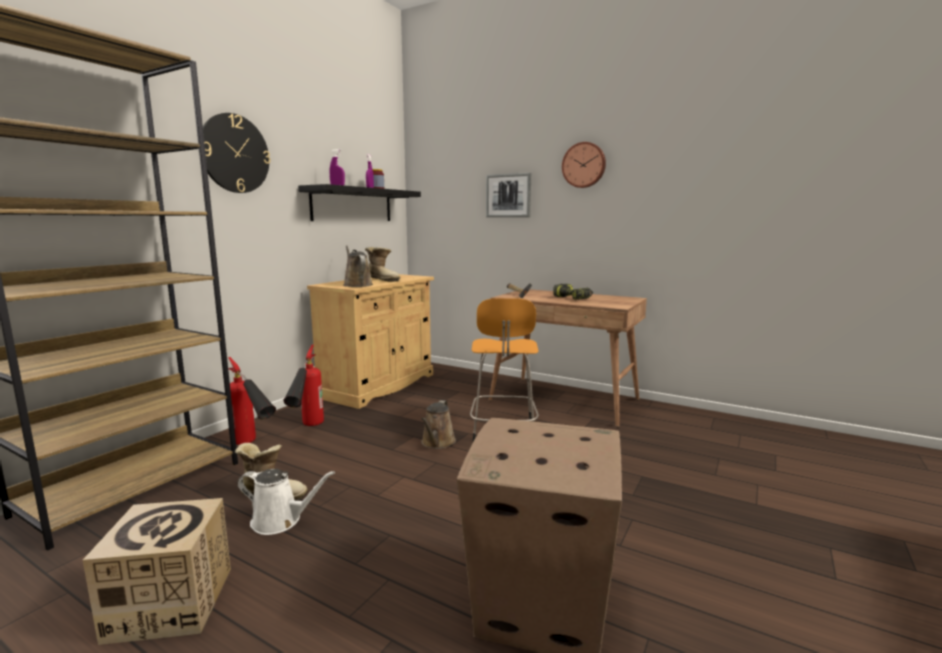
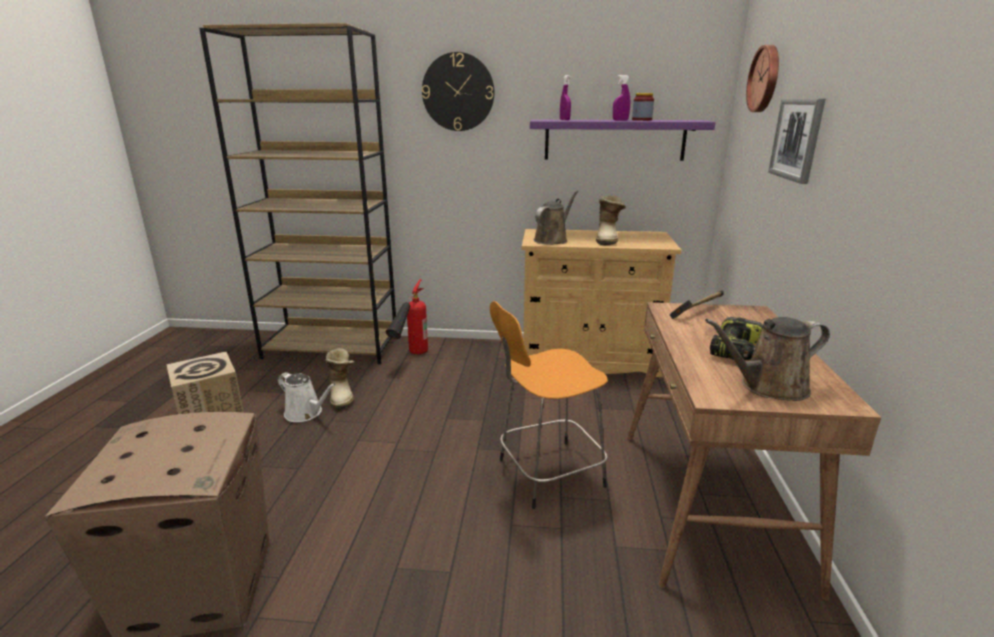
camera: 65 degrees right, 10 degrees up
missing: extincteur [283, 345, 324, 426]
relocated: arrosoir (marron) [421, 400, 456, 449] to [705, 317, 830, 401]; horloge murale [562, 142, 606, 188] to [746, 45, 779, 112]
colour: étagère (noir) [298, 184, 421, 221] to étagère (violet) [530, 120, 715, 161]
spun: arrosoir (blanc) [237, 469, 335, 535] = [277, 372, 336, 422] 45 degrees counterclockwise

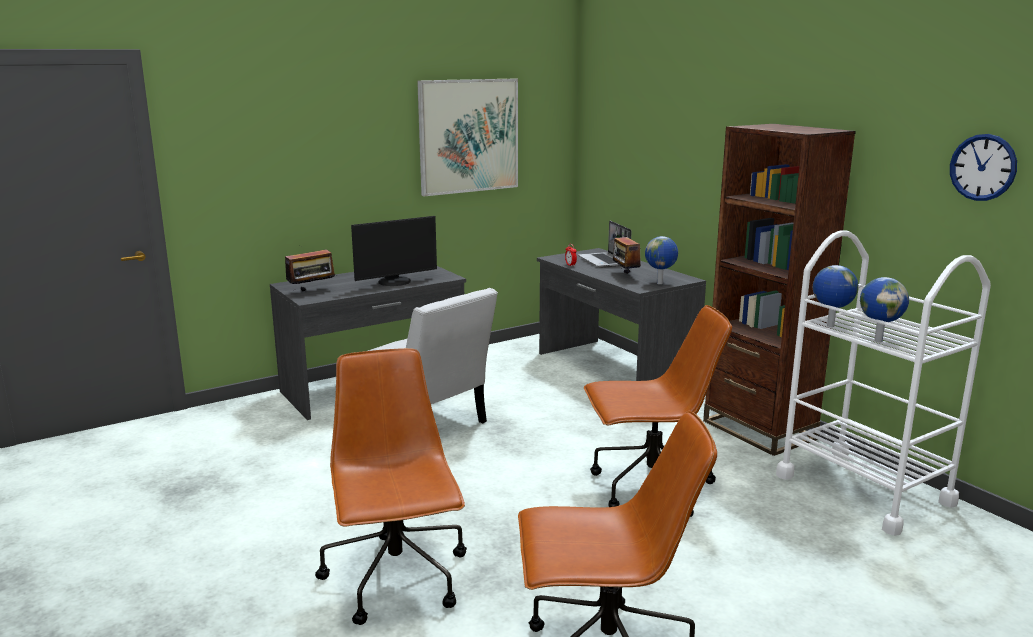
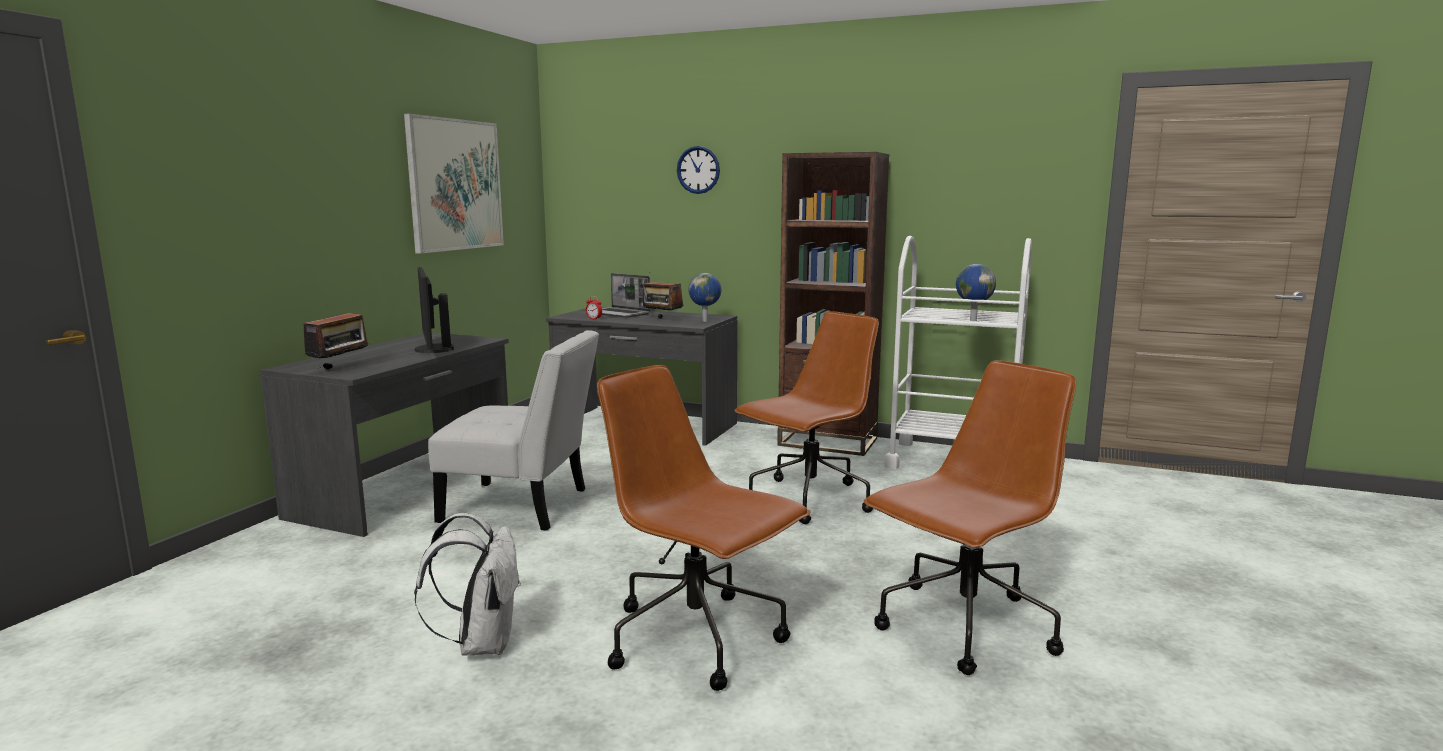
camera: 35 degrees left, 5 degrees down
missing: globe [813, 265, 858, 327]
appeared: sac à dos (blanc) [414, 513, 521, 656]
relocated: horloge murale [950, 134, 1017, 201] to [677, 146, 720, 194]
spun: écran d'ordinateur [351, 216, 437, 286] = [414, 267, 454, 353] 135 degrees clockwise

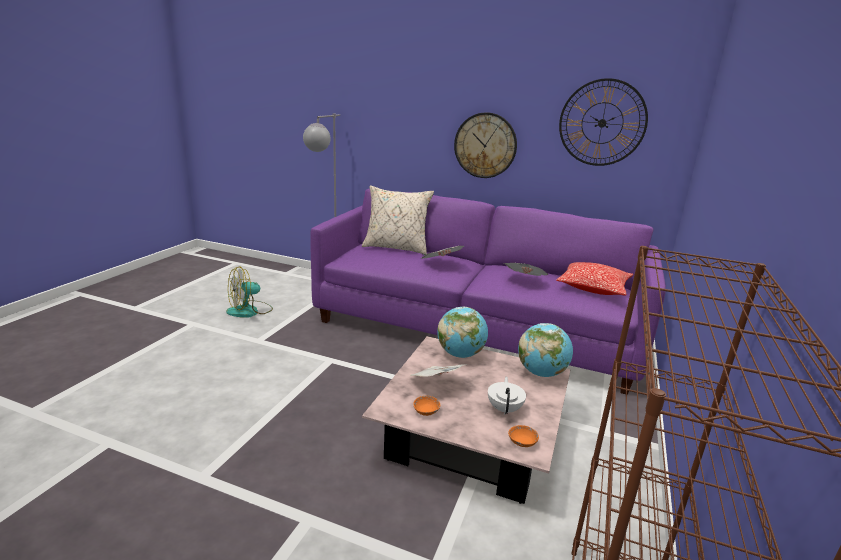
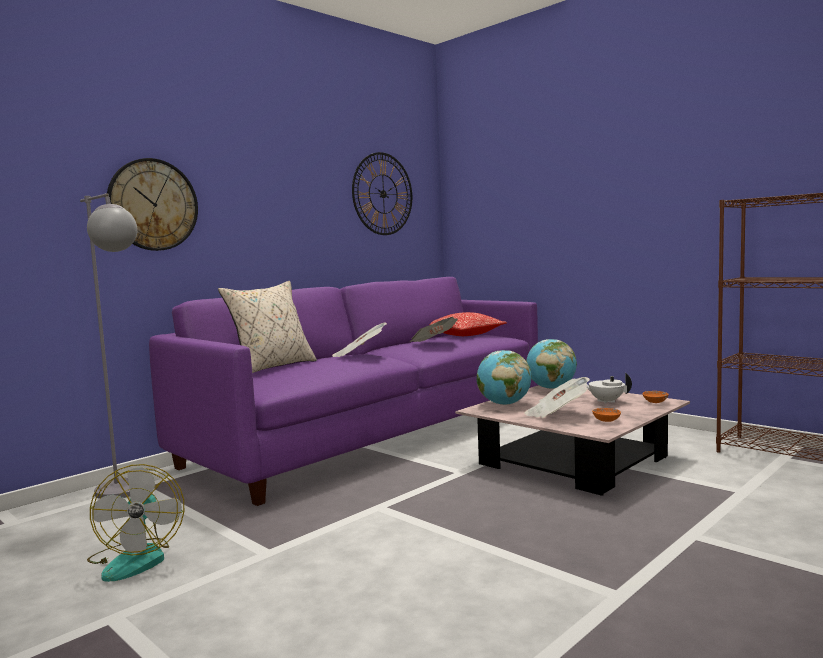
camera: 65 degrees left, 15 degrees down
relocated: horloge murale [454, 112, 517, 178] to [107, 158, 198, 251]

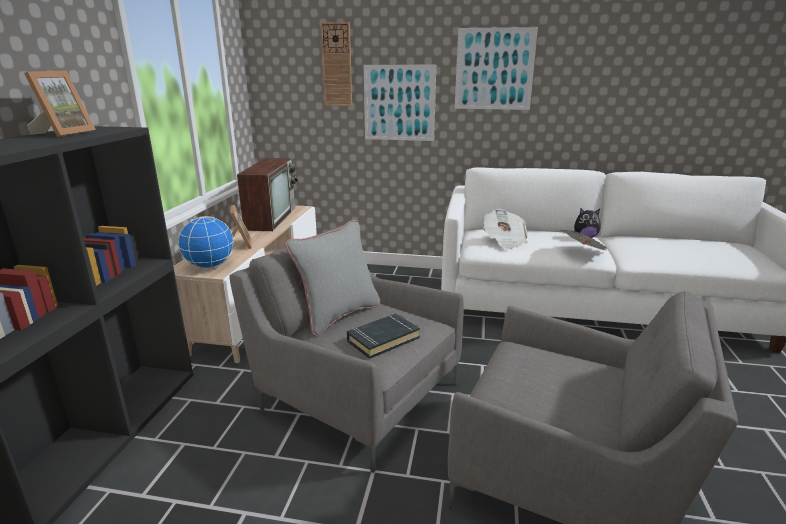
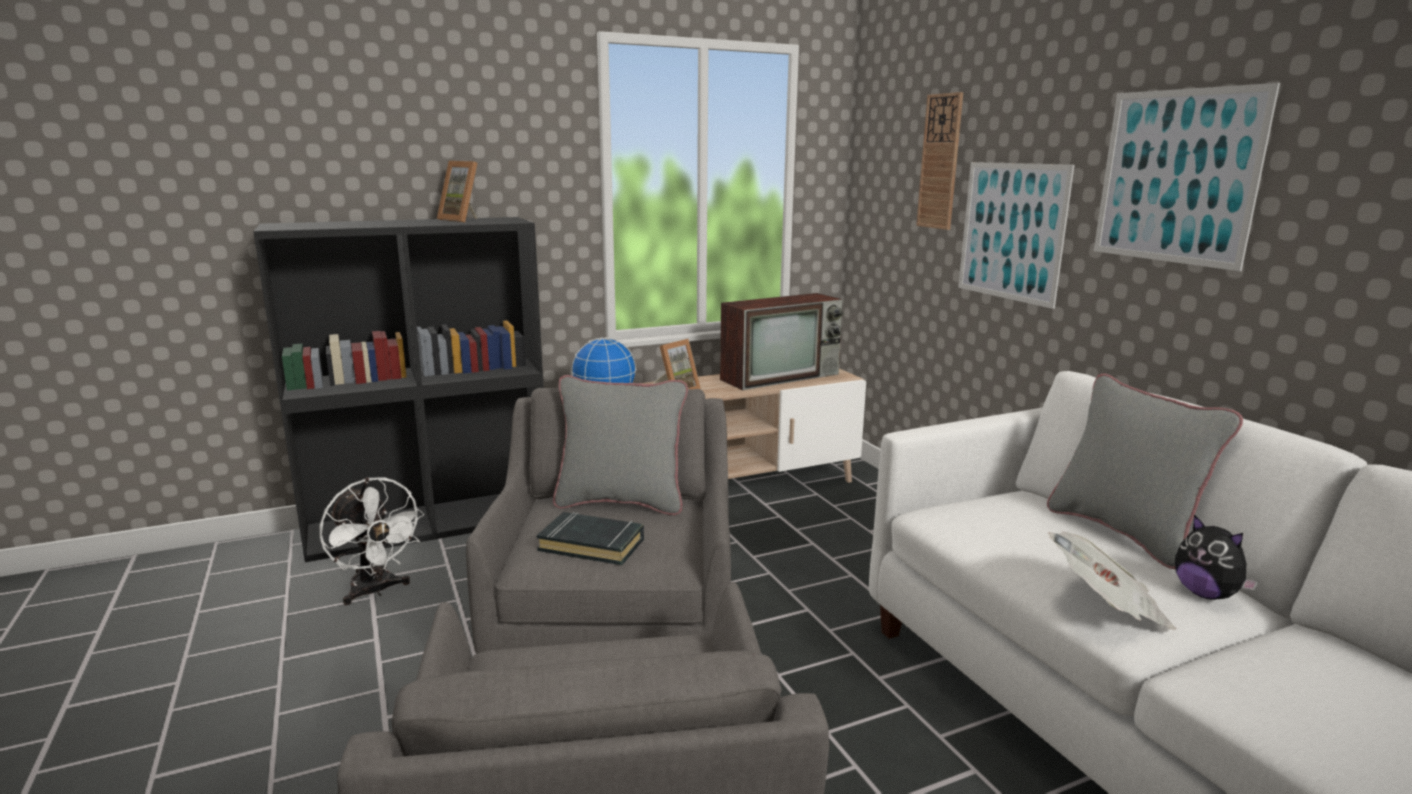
camera: 55 degrees right, 5 degrees down
missing: journal [483, 209, 528, 249]
appeared: ventilateur (blanc) [319, 477, 424, 605]; coussin (gris) [1047, 374, 1243, 569]
spun: cadre photo [24, 71, 96, 137] = [437, 161, 478, 222] 60 degrees clockwise

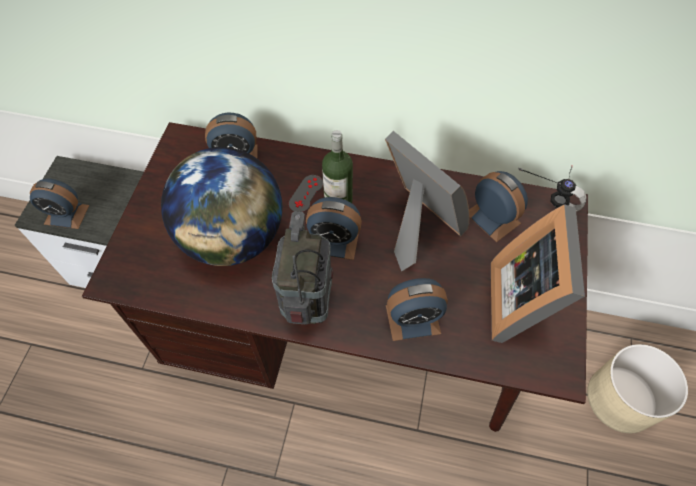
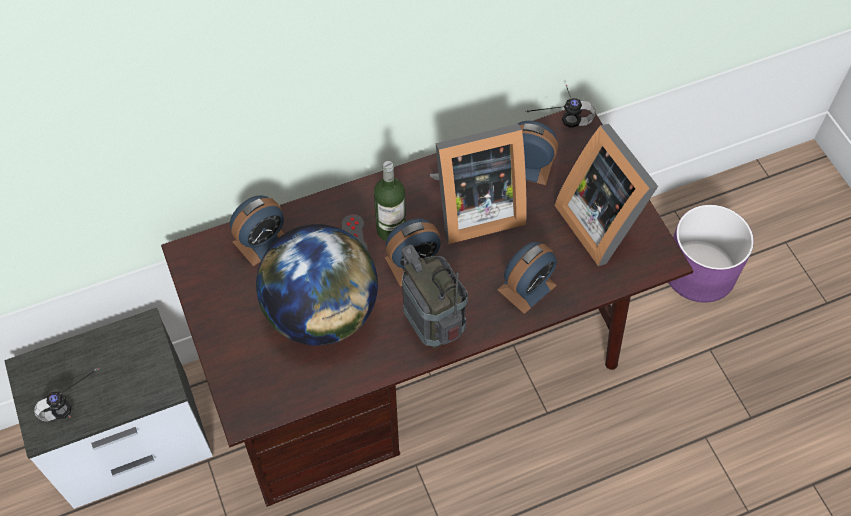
camera: 35 degrees left, 0 degrees up
exchanged: réveil [30, 178, 89, 229] to casque audio [34, 367, 99, 421]
colour: cache-pot (beige) [587, 344, 688, 433] to cache-pot (violet) [668, 205, 754, 303]
spun: cadre photo [385, 131, 469, 271] = [430, 124, 527, 244] 150 degrees clockwise

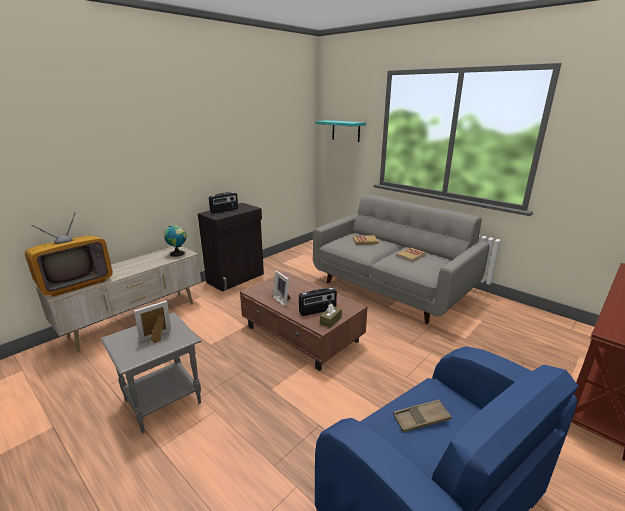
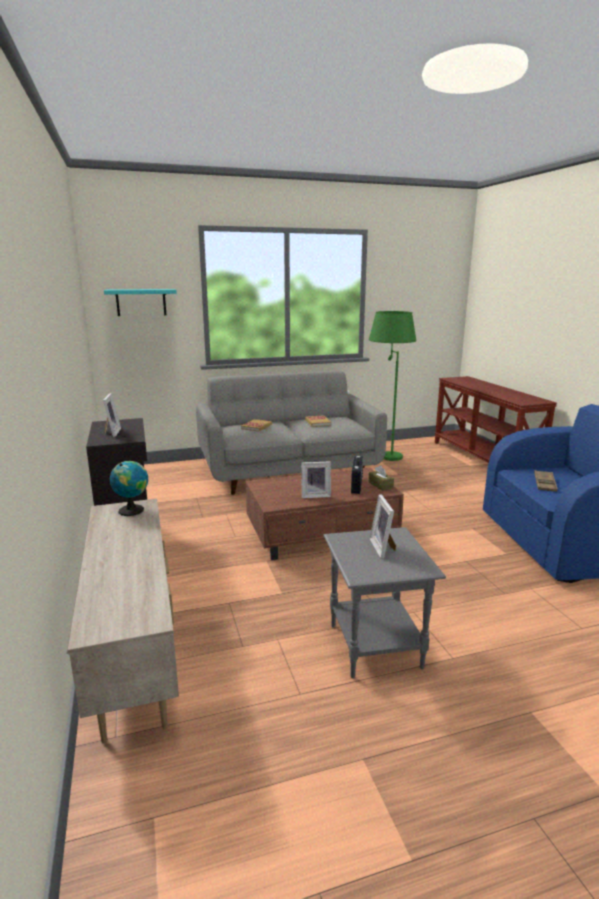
camera: 60 degrees left, 5 degrees down
missing: téléviseur [25, 212, 113, 297]
appeared: lampadaire (vert) [369, 311, 416, 461]
exchanged: radio [209, 192, 238, 214] to cadre photo [103, 393, 121, 437]

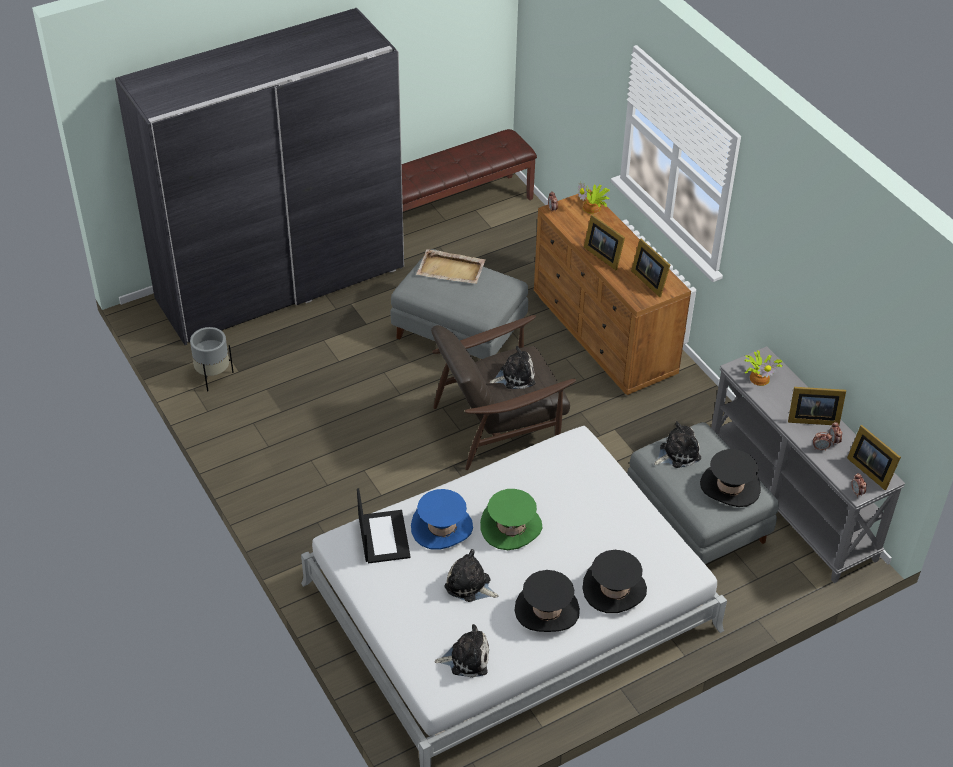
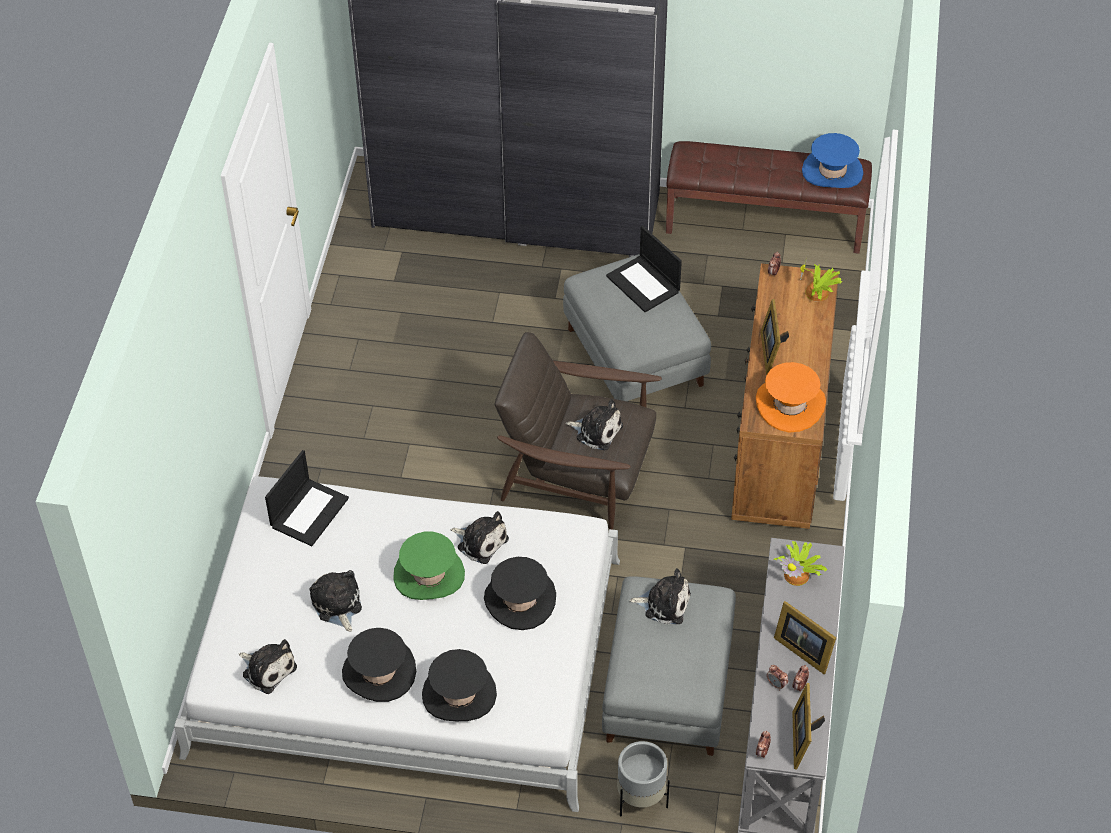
camera: 40 degrees right, 5 degrees up
appeared: peluche [450, 511, 509, 564]
relocated: chapeau (noir) [700, 449, 761, 507] to [484, 557, 556, 630]; cache-pot (gris) [190, 327, 234, 391] to [617, 741, 670, 816]; chapeau (bleu) [411, 489, 473, 550] to [802, 133, 863, 188]
exchanged: plateau (beige) [416, 249, 486, 284] to ordinateur portable [606, 226, 682, 312]; cadre photo [631, 239, 670, 297] to chapeau (orange) [756, 362, 826, 433]

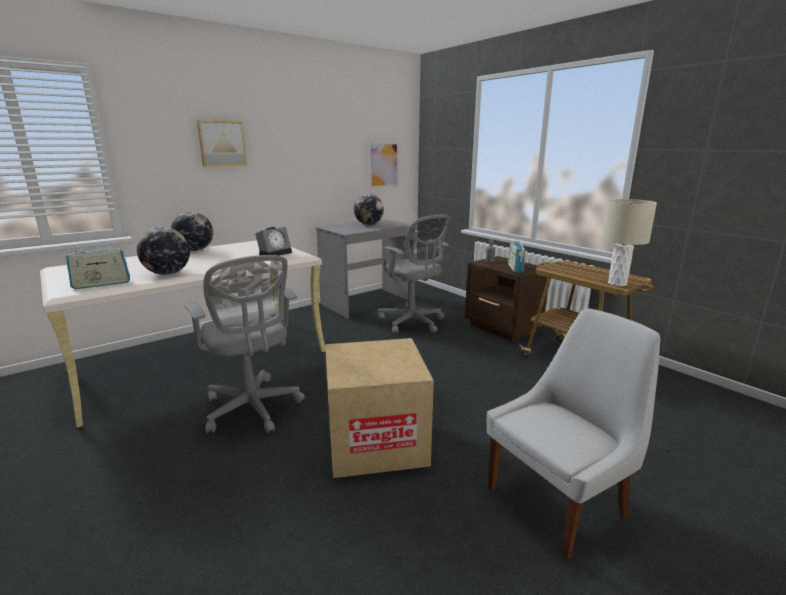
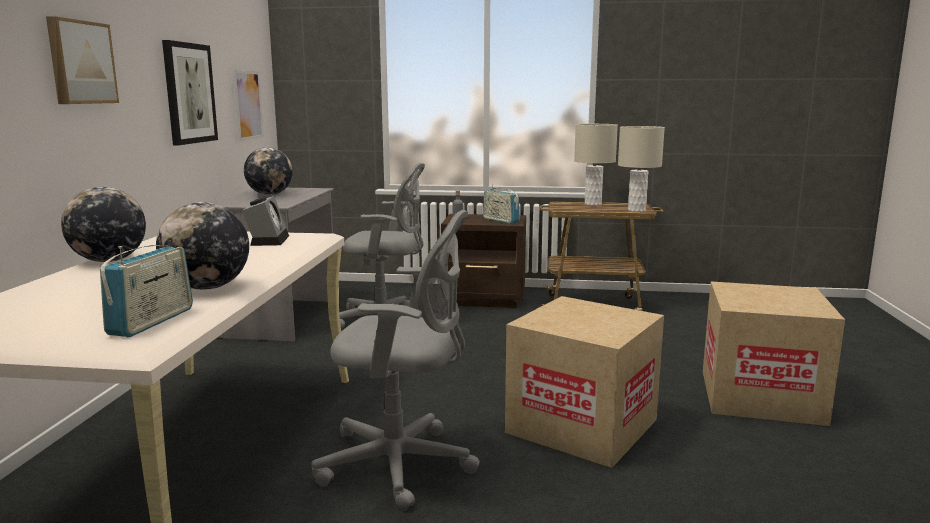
camera: 45 degrees left, 5 degrees down
appeared: tableau [162, 40, 218, 145]; lampe de table (beige) [574, 124, 618, 206]
exchanged: chaise (blanc) [487, 308, 660, 560] to carton [703, 282, 845, 426]

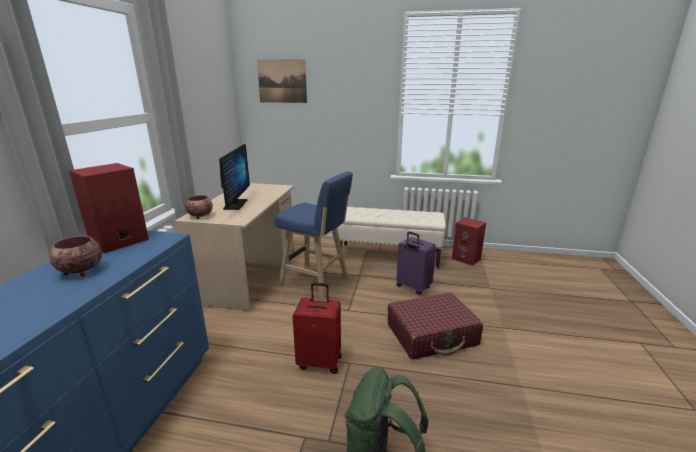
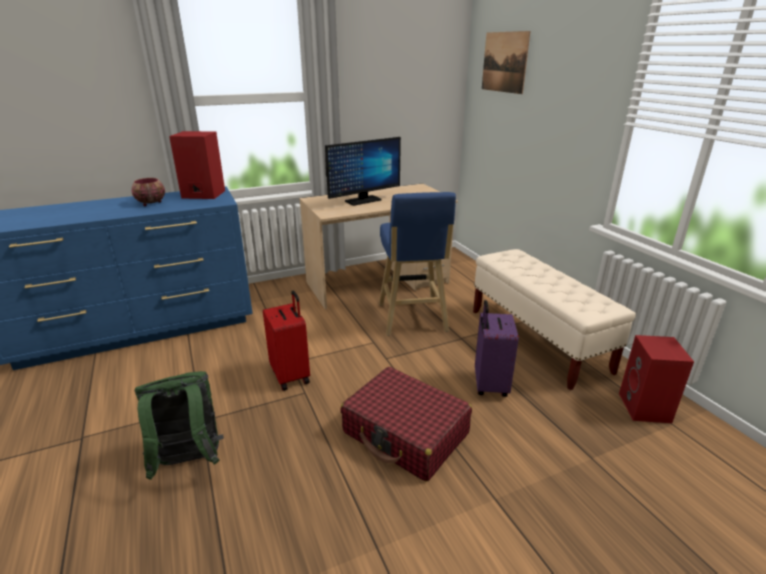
camera: 55 degrees right, 5 degrees up
missing: bol [185, 195, 213, 219]

